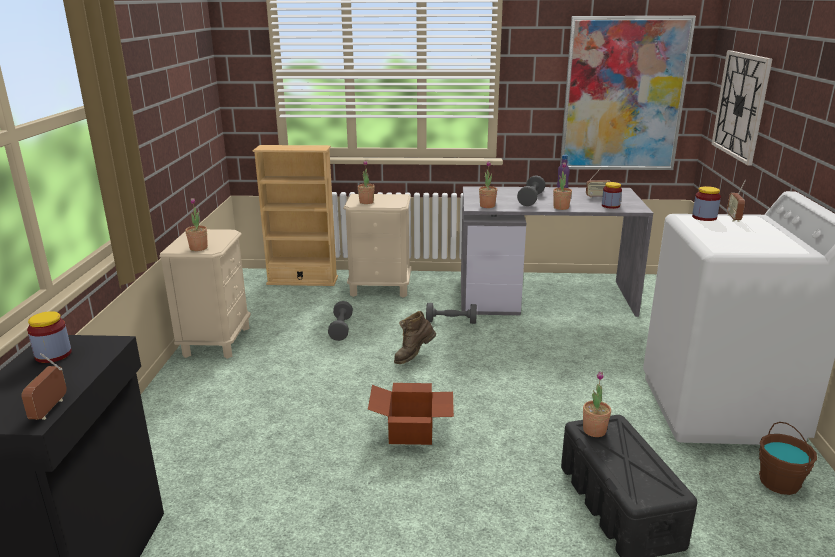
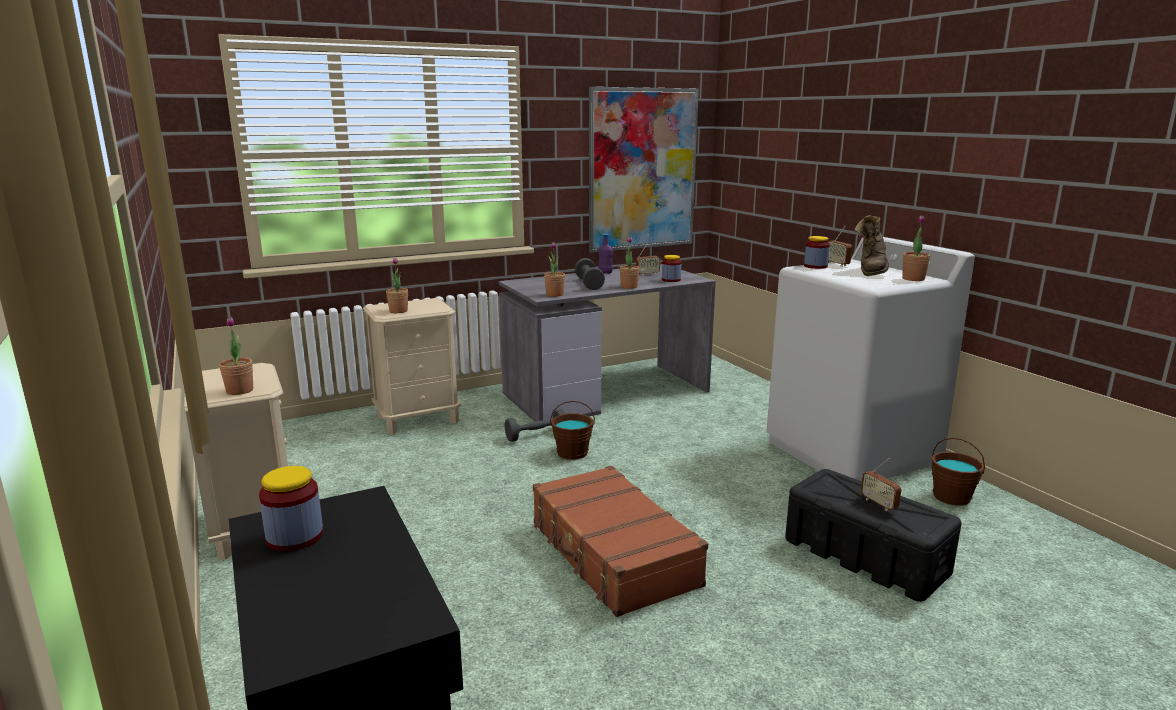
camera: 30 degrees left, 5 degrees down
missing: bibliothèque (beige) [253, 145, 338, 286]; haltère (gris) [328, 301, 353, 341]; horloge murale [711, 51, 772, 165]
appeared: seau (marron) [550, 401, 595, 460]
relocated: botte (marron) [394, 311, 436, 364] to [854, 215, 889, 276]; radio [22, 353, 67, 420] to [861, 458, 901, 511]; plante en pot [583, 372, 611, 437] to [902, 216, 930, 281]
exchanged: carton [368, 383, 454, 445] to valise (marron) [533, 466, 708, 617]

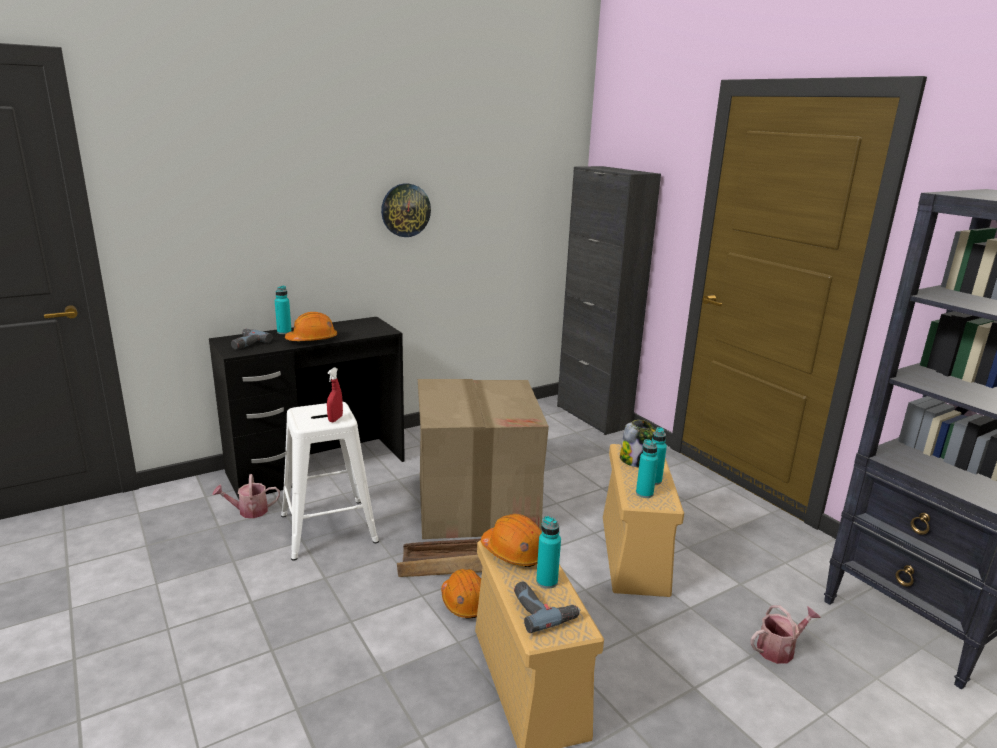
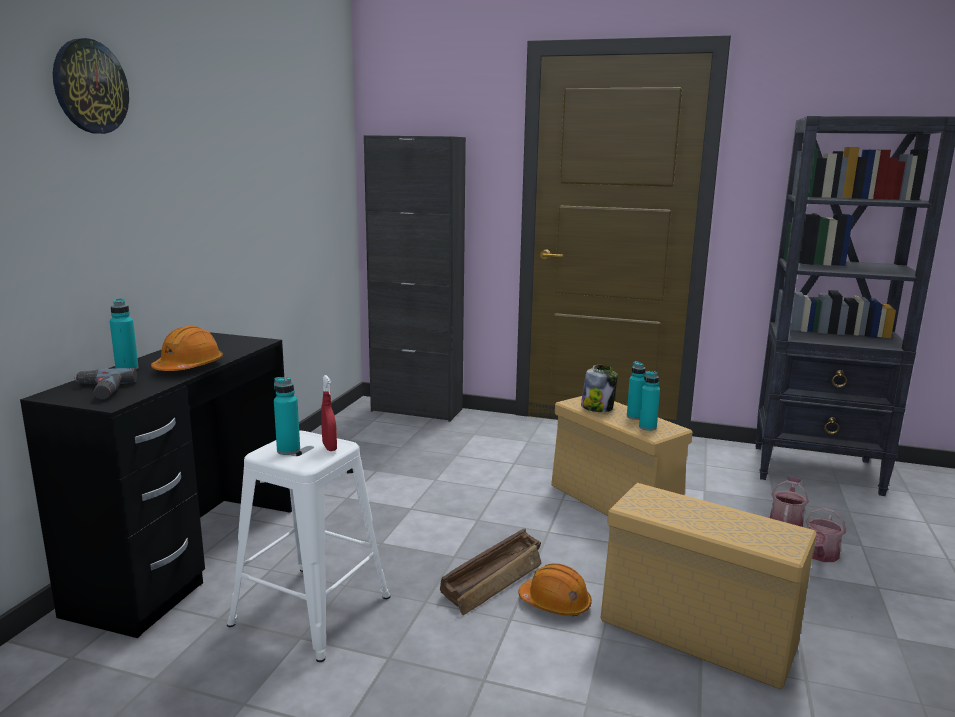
camera: 40 degrees left, 5 degrees down
missing: carton [418, 379, 549, 539]; casque de chantier (orange) [481, 514, 542, 567]; perceuse [514, 581, 580, 633]
relocated: horloge murale [381, 183, 431, 237] to [53, 38, 129, 134]; bouteille (turquoise) [536, 516, 561, 589] to [274, 377, 300, 455]; arrosoir [212, 474, 280, 518] to [805, 507, 846, 562]

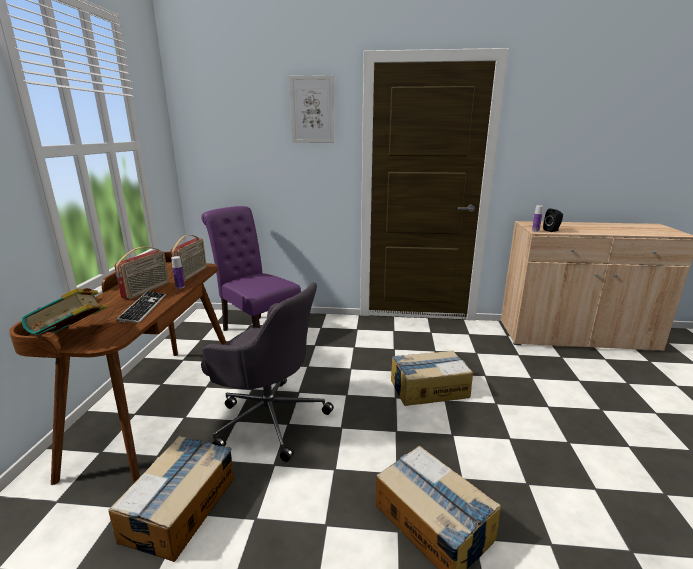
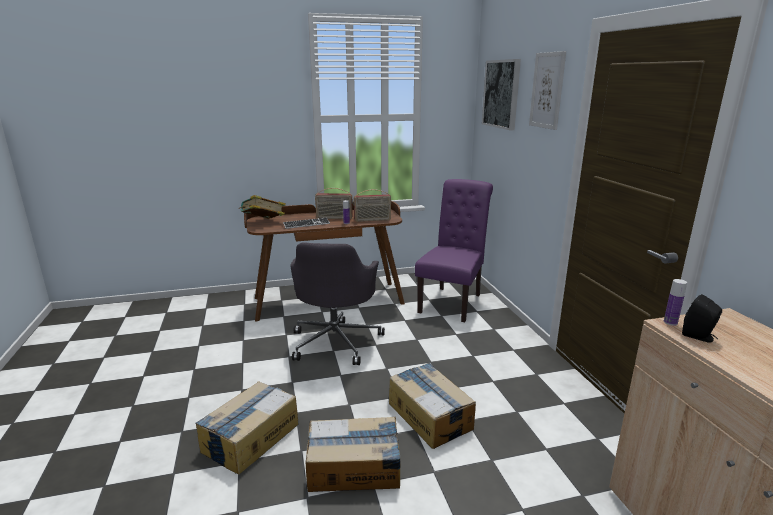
camera: 70 degrees right, 0 degrees up
appeared: tableau [482, 59, 521, 130]
relocated: carton [108, 436, 234, 562] to [305, 416, 401, 492]

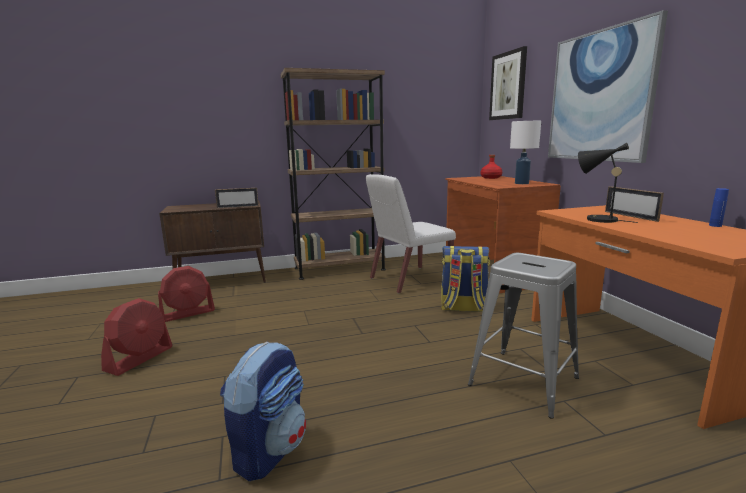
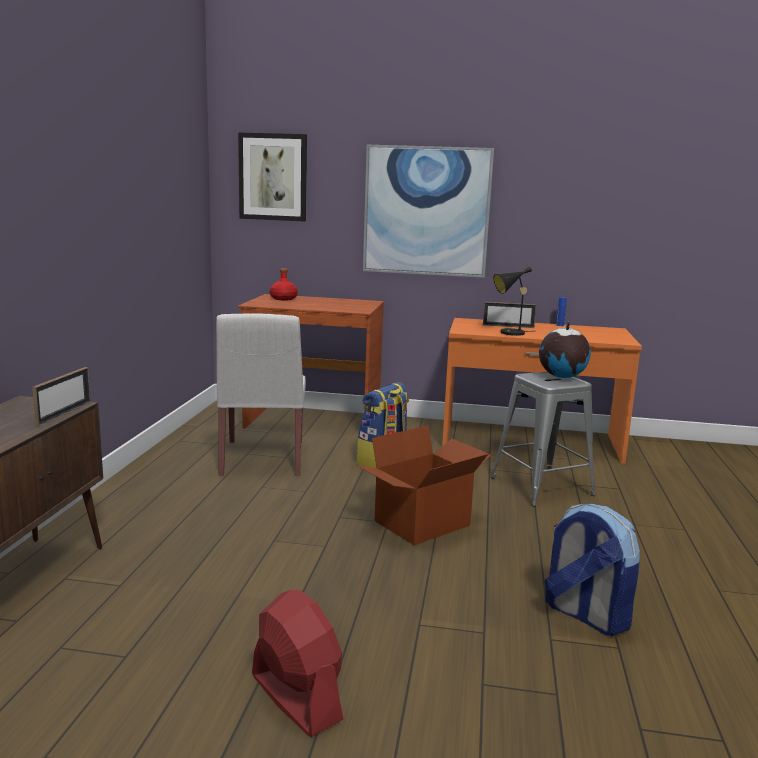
camera: 65 degrees left, 0 degrees up
missing: ventilateur (rouge) [158, 266, 215, 322]; bibliothèque (marron) [281, 68, 386, 280]; lampe de table (blanc) [510, 121, 541, 184]
appeared: carton [356, 425, 492, 545]; globe [539, 322, 591, 378]

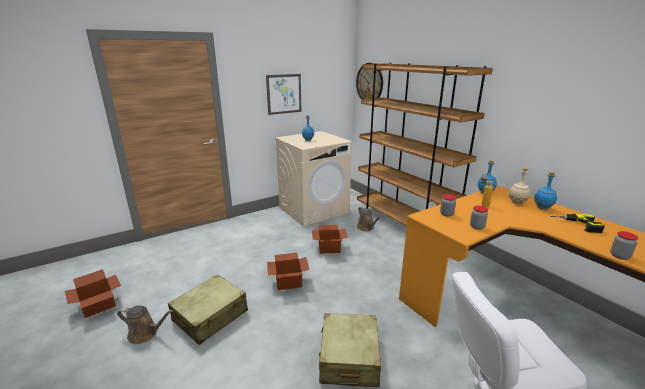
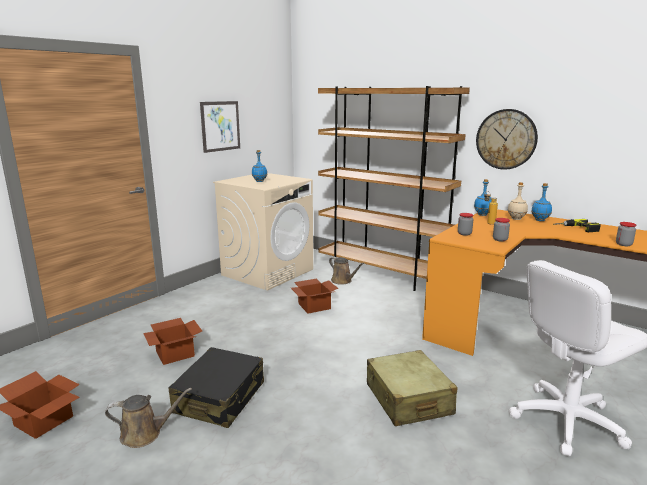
camera: 20 degrees left, 5 degrees down
relocated: carton [267, 253, 310, 290] to [143, 318, 202, 365]; horloge murale [356, 63, 383, 99] to [476, 109, 538, 170]
colour: valise (beige) [168, 274, 248, 345] to valise (noir) [168, 347, 264, 428]

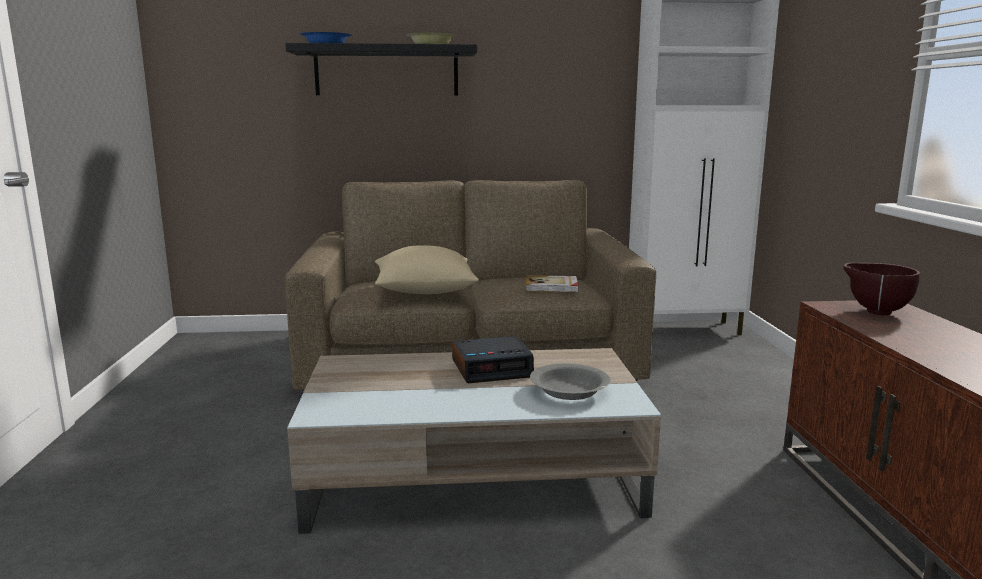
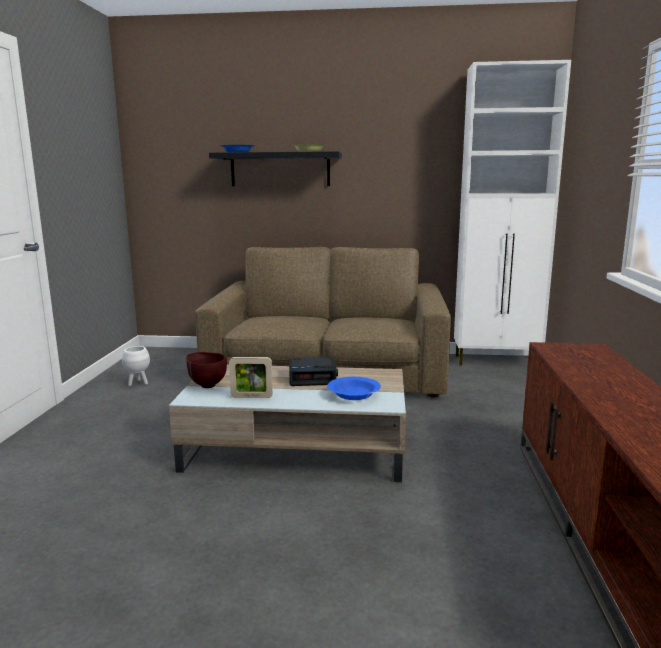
camera: 10 degrees right, 0 degrees up
missing: coussin (beige) [375, 245, 479, 294]; livre [526, 275, 579, 292]
appeared: cache-pot (blanc) [122, 346, 150, 386]; cadre photo [229, 357, 273, 398]
relocated: bol (marron) [843, 263, 920, 315] to [186, 352, 227, 388]
colour: bol (gris) [530, 363, 611, 400] to bol (bleu) [327, 377, 381, 400]

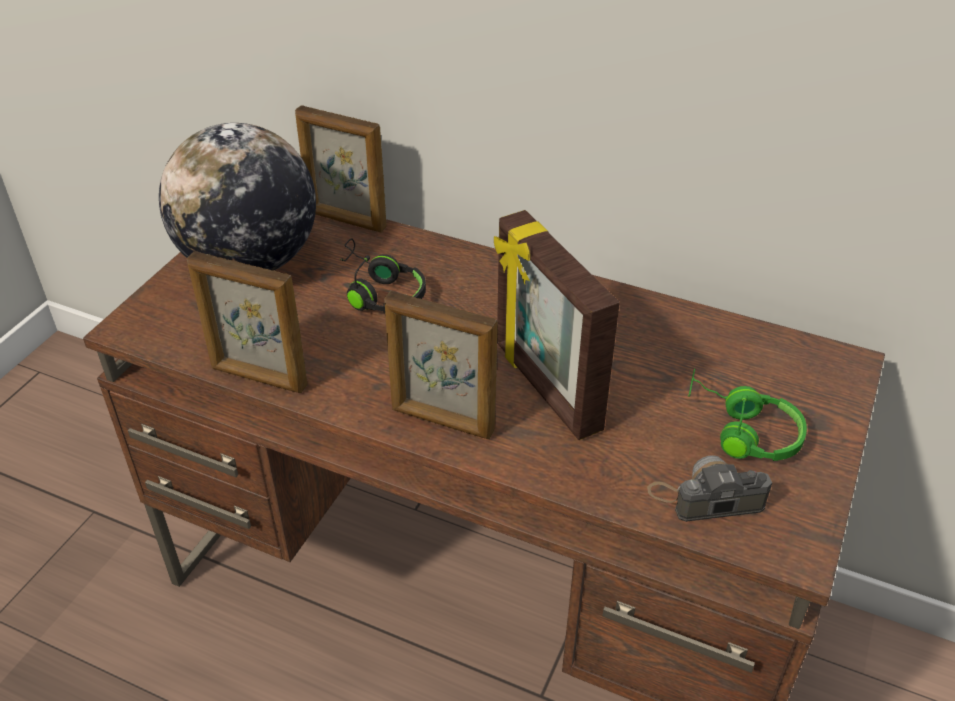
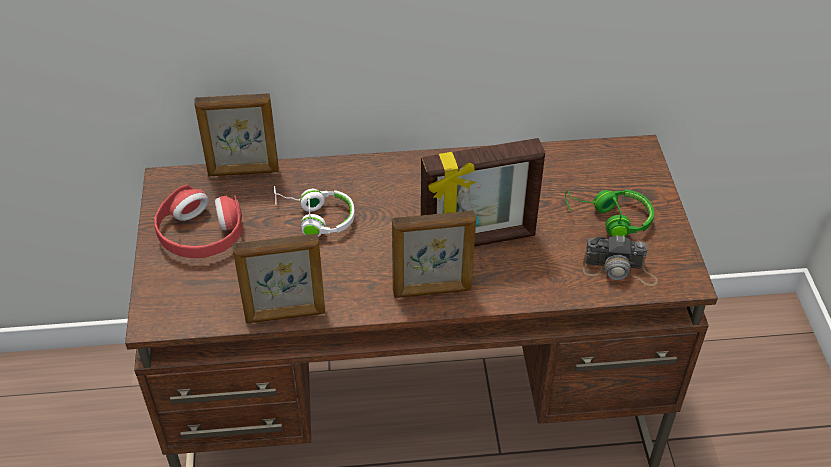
camera: 30 degrees left, 5 degrees up
exchanged: globe [159, 123, 316, 271] to casque audio (rouge) [154, 185, 242, 258]
colour: casque audio (noir) [340, 238, 426, 313] to casque audio (blanc) [274, 186, 355, 237]
spun: cadre photo [494, 210, 620, 440] = [421, 138, 545, 246] 45 degrees counterclockwise; appareil photo [647, 455, 772, 522] = [582, 235, 658, 286] 135 degrees counterclockwise

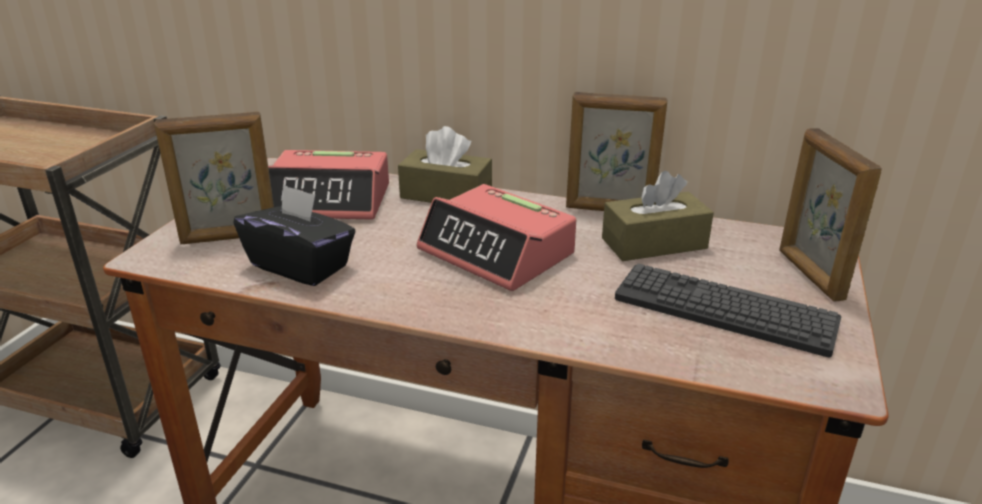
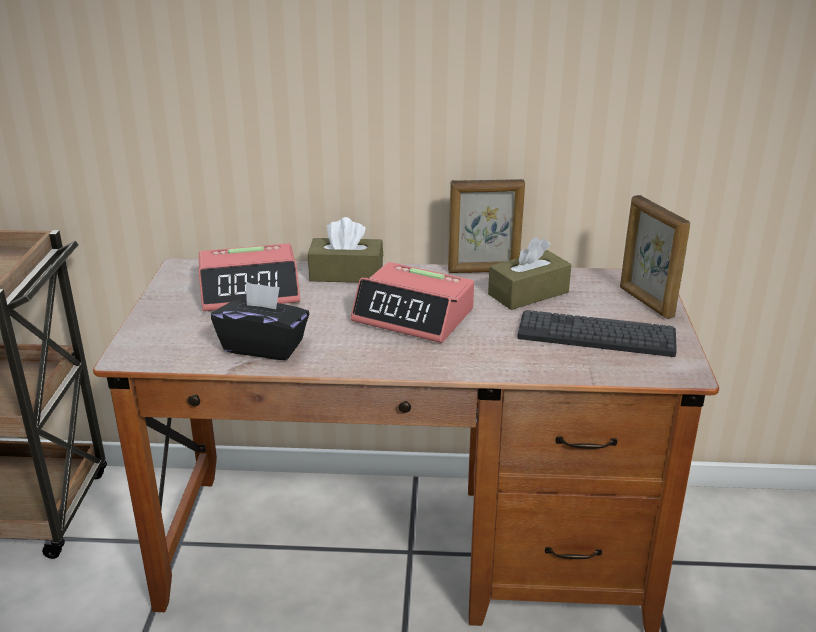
camera: 15 degrees left, 0 degrees up
missing: cadre photo [154, 112, 274, 244]

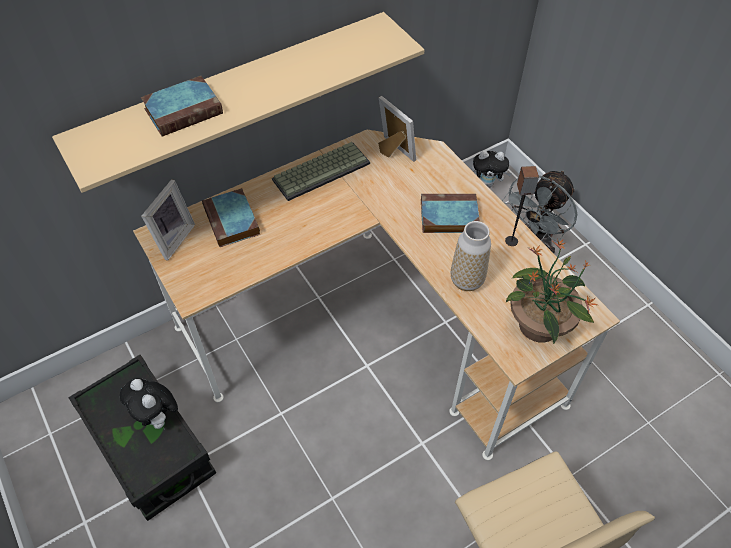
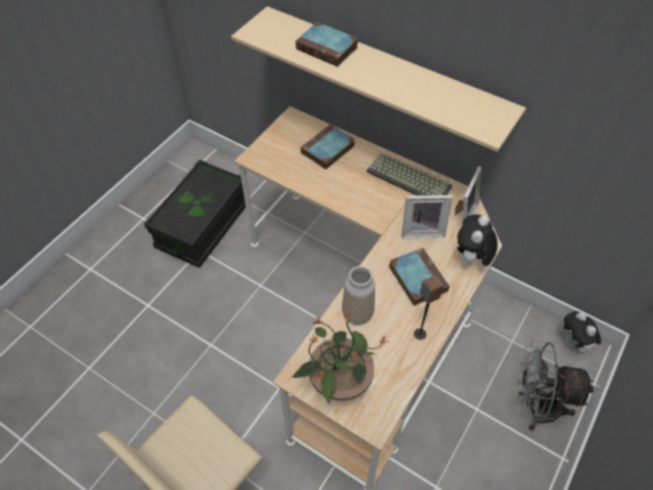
camera: 65 degrees right, 0 degrees up
relocated: cadre photo [141, 179, 195, 261] to [401, 195, 453, 238]; peluche [120, 378, 178, 429] to [457, 214, 498, 266]

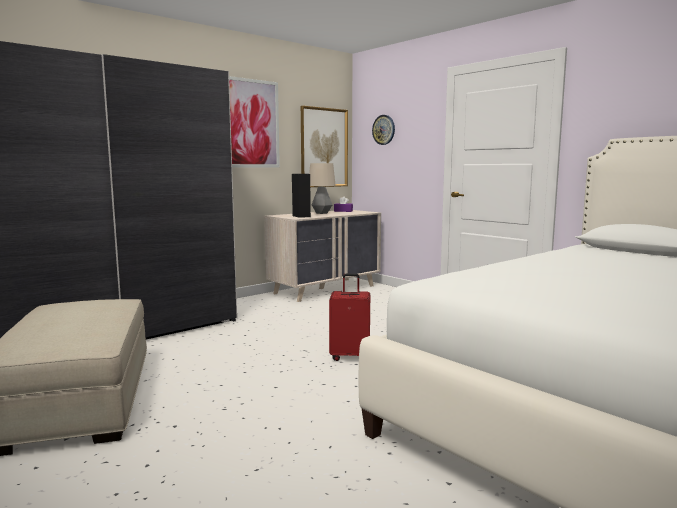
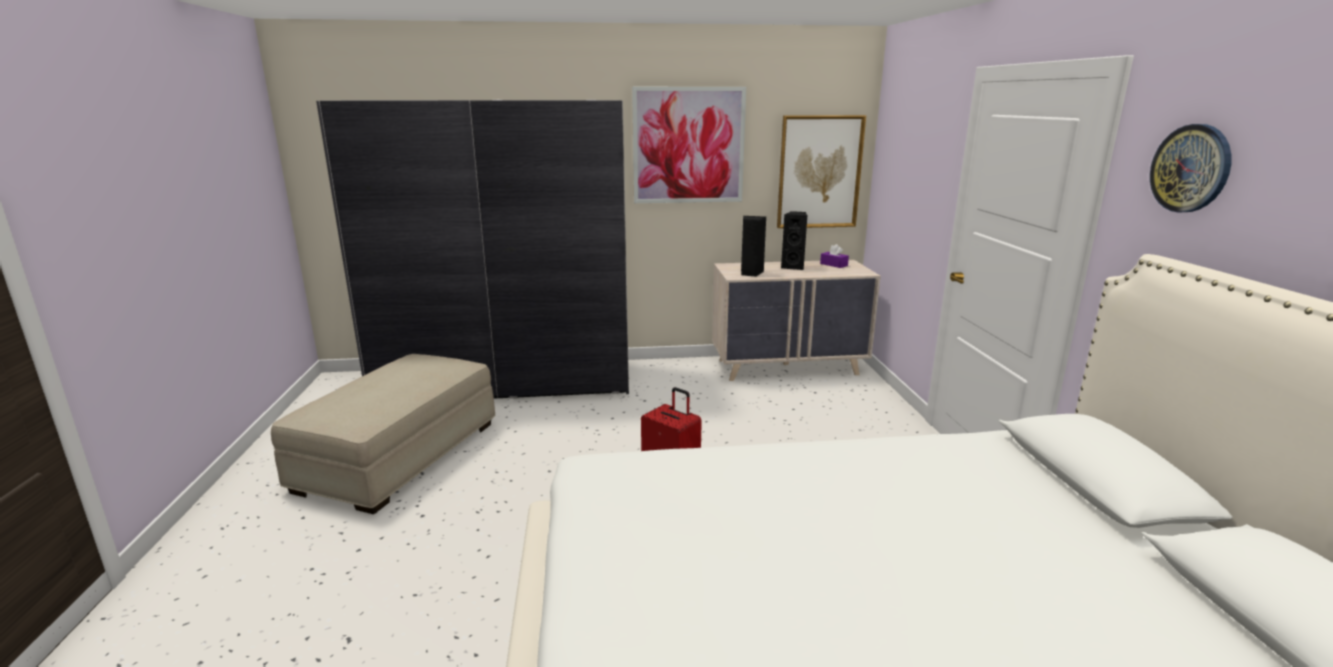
camera: 35 degrees right, 10 degrees up
relocated: horloge murale [372, 115, 395, 145] to [1150, 124, 1231, 212]
exchanged: lampe de table [309, 163, 336, 214] to enceinte (noir) [781, 211, 807, 270]

